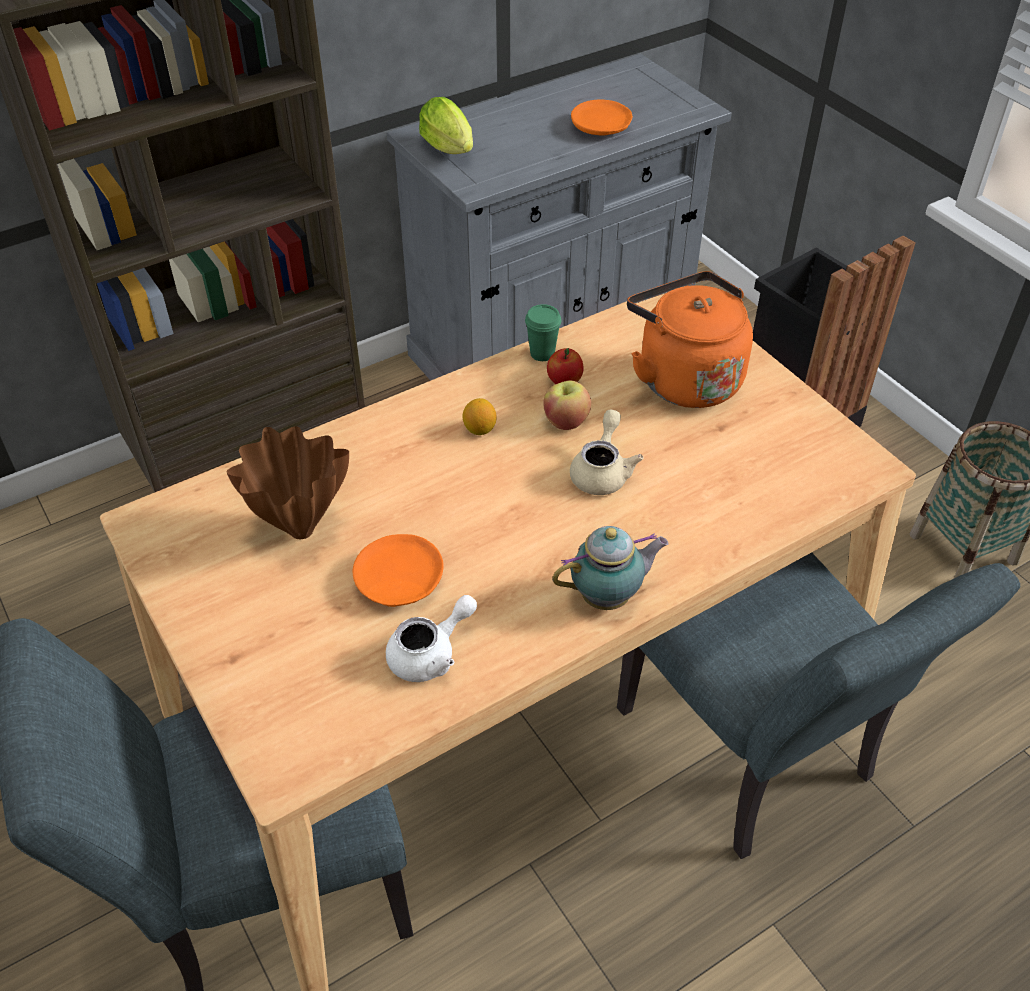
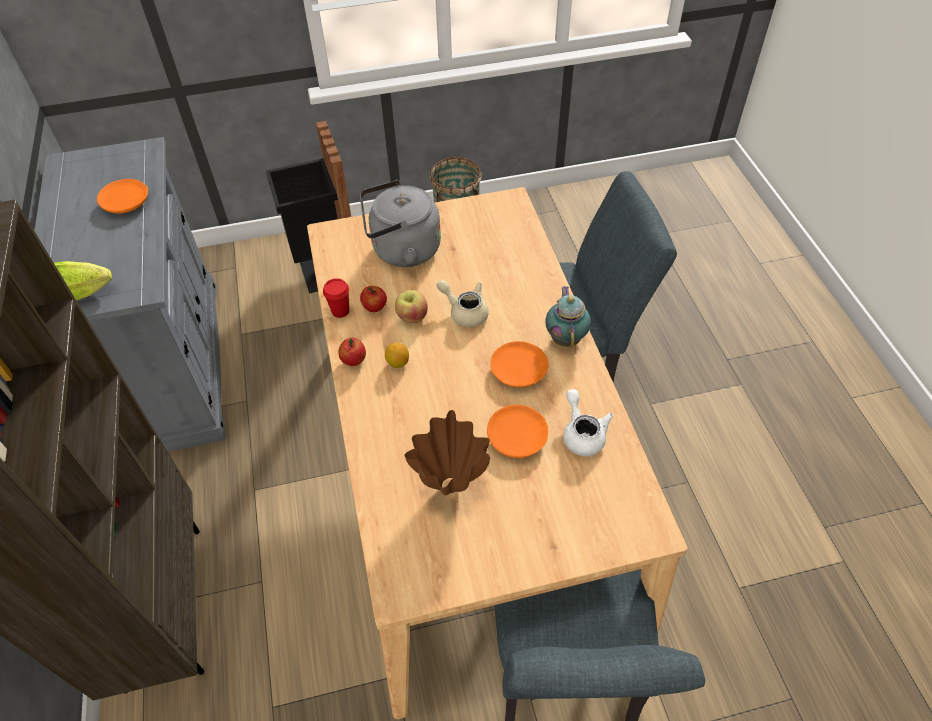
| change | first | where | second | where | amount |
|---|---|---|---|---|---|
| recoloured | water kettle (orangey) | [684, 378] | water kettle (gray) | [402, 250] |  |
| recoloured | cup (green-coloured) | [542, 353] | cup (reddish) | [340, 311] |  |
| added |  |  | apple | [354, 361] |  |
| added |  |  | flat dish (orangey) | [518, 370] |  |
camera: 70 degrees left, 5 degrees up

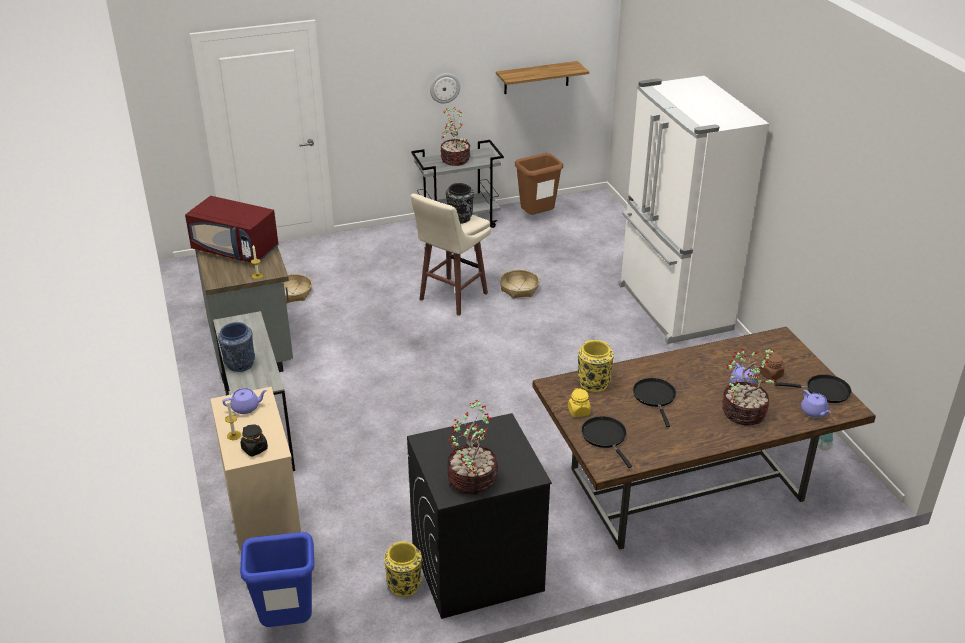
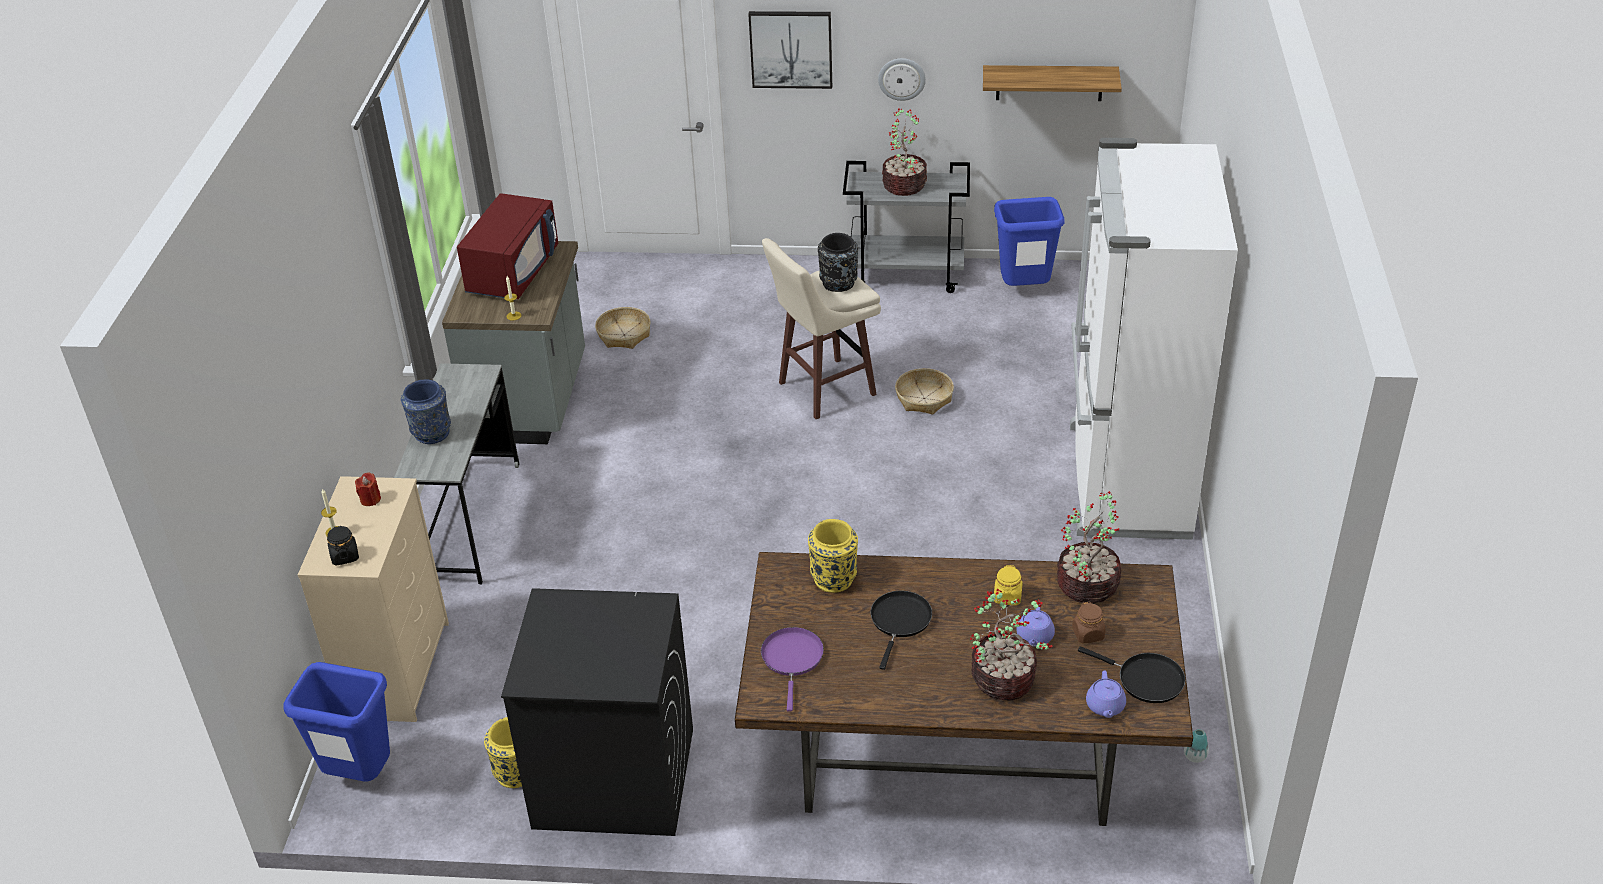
| change | first | where | second | where | amount |
|---|---|---|---|---|---|
| recoloured | rubbish bin (brown) | [536, 217] | rubbish bin (blue) | [1023, 290] |  |
| turned | microwave (reddish) | [236, 249] |  | [513, 272] | 120 degrees counterclockwise |
| replaced | tea pot (purple) | [246, 407] | wax candle (reddish) | [370, 499] |  |
| moved | jar (yellow-coloured) | [579, 411] |  | [1007, 597] |  |
| moved | potted plant | [472, 479] |  | [1088, 584] |  |
| recoloured | skillet (black) | [605, 437] | skillet (purple) | [792, 659] |  |
| added |  |  | picture | [791, 49] |  |
camera: 25 degrees right, 5 degrees up

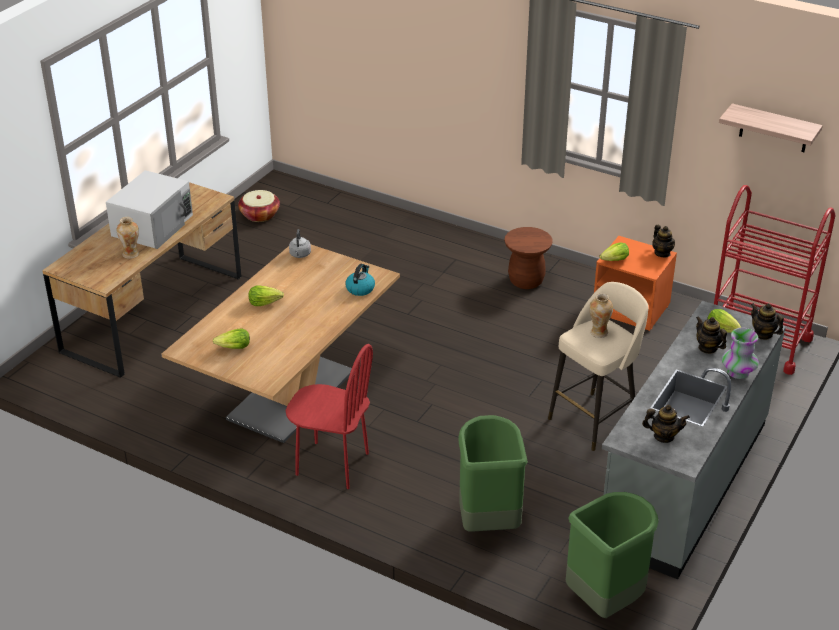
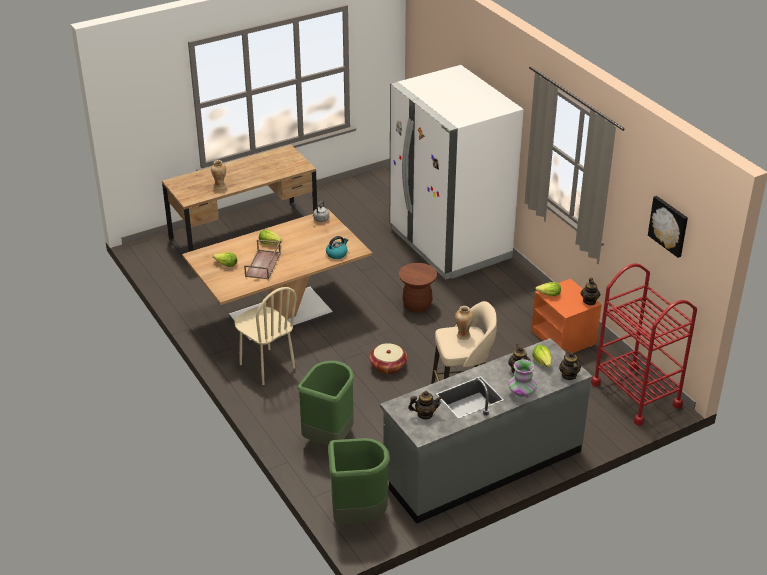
| change | first | where | second | where | amount |
|---|---|---|---|---|---|
| replaced | shelf | [774, 129] | picture | [669, 225] |  |
| removed | microwave (whitish) | [153, 225] |  |  |  |
| moved | basket | [259, 215] |  | [388, 366] |  |
| moved | stool (brown) | [526, 280] |  | [417, 305] |  |
| recoloured | plain chair (reddish) | [332, 464] | plain chair (beige) | [266, 366] |  |
| turned | tea pot | [663, 436] |  | [425, 414] | 45 degrees counterclockwise |
| added |  |  | fridge (whitish) | [449, 244] |  |
| added |  |  | serving tray (brown) | [263, 265] |  |
camera: 30 degrees right, 0 degrees up

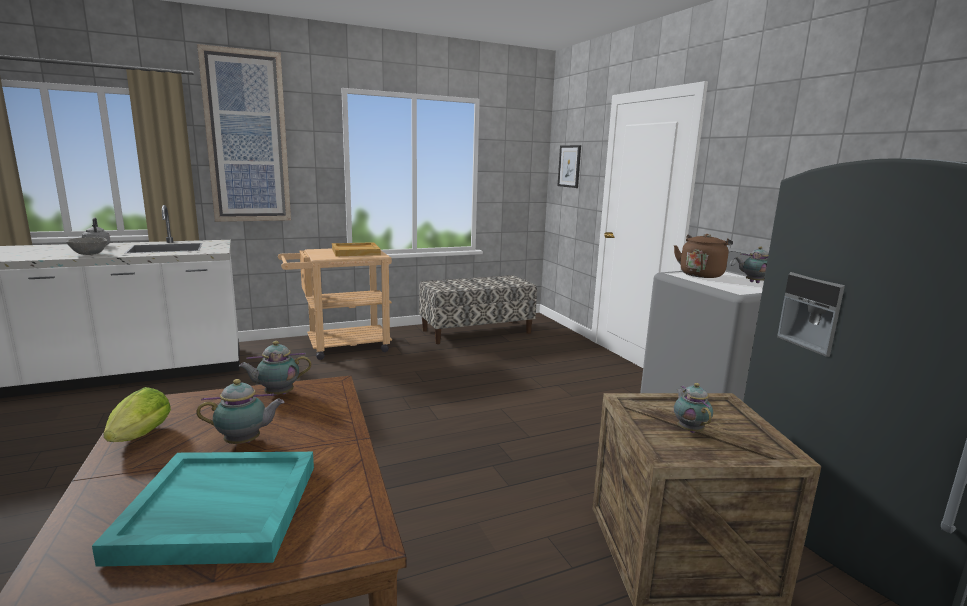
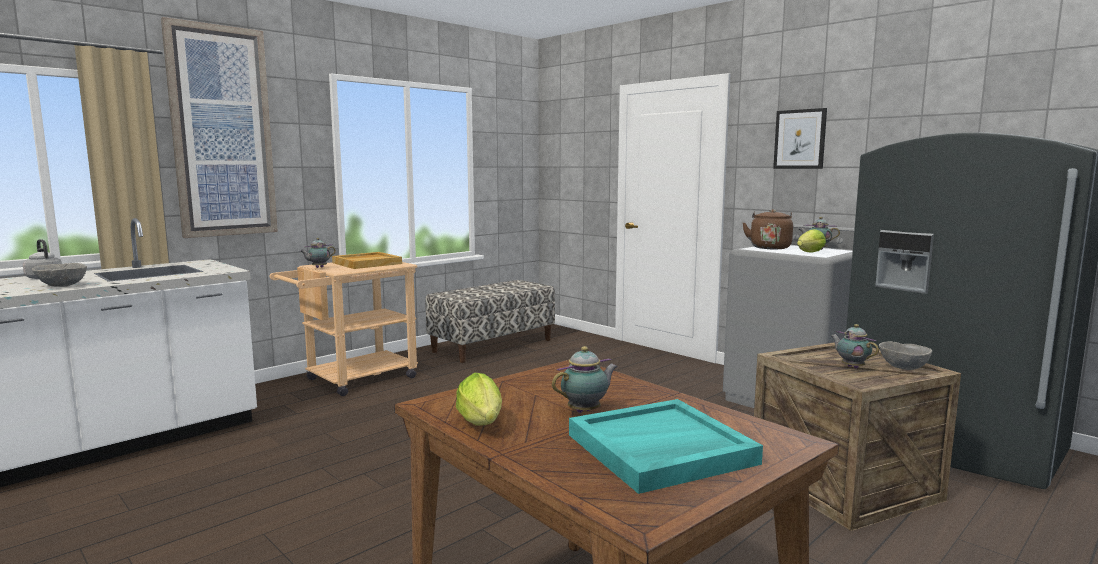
| change | first | where | second | where | amount |
|---|---|---|---|---|---|
| moved | picture | [569, 166] |  | [799, 139] |  |
| moved | tea pot | [277, 394] |  | [318, 267] |  |
| added |  |  | lettuce head | [809, 253] |  |
| added |  |  | serving bowl (gray) | [902, 368] |  |
camera: 20 degrees left, 5 degrees down

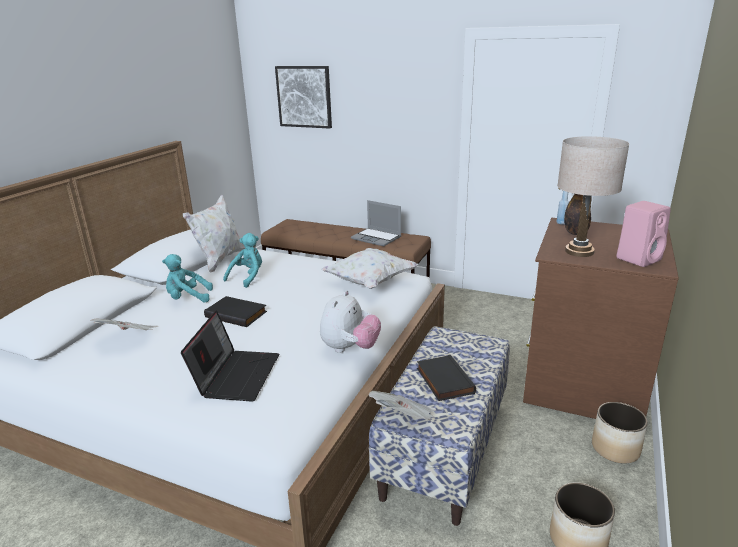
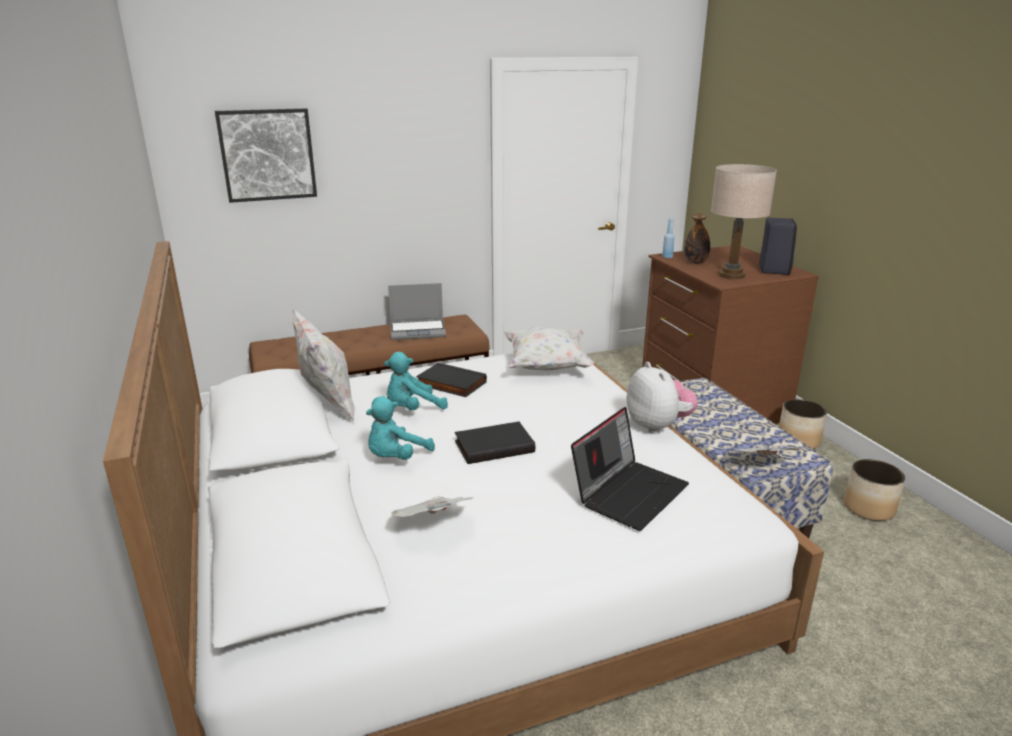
| change | first | where | second | where | amount |
|---|---|---|---|---|---|
| recoloured | speaker (pinkish) | [639, 258] | speaker (black) | [773, 269] |  |
| turned | plush toy (turquoise) | [248, 277] |  | [412, 409] | 105 degrees counterclockwise |
| turned | laptop | [236, 375] |  | [629, 492] | 75 degrees clockwise |
| moved | volume (black) | [443, 380] |  | [450, 384] |  |
camera: 45 degrees left, 0 degrees up

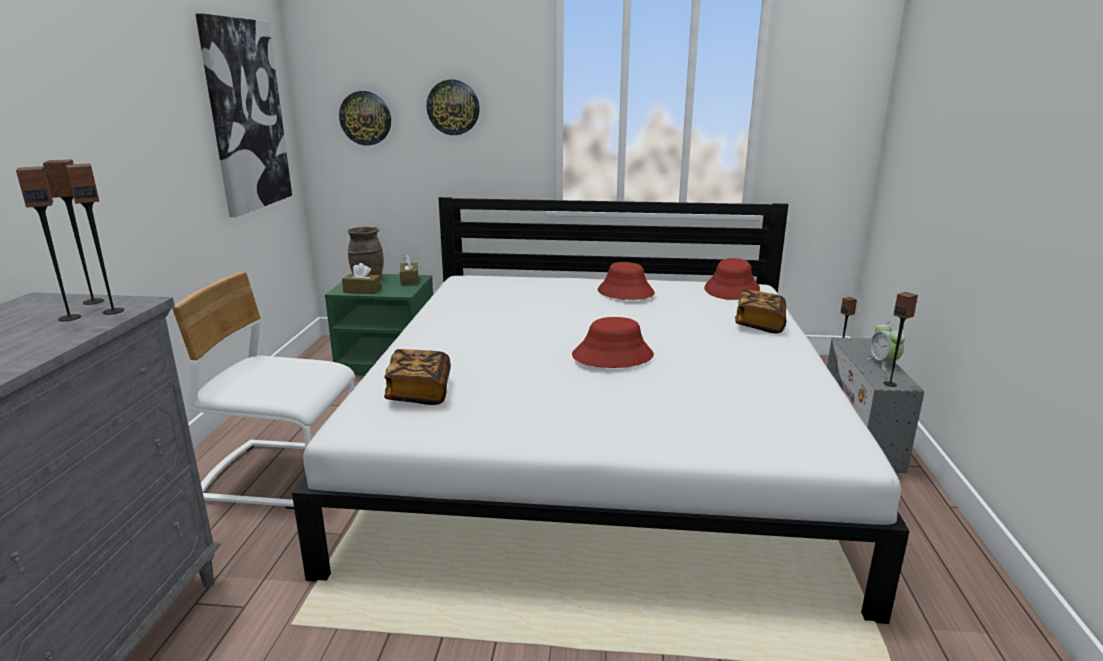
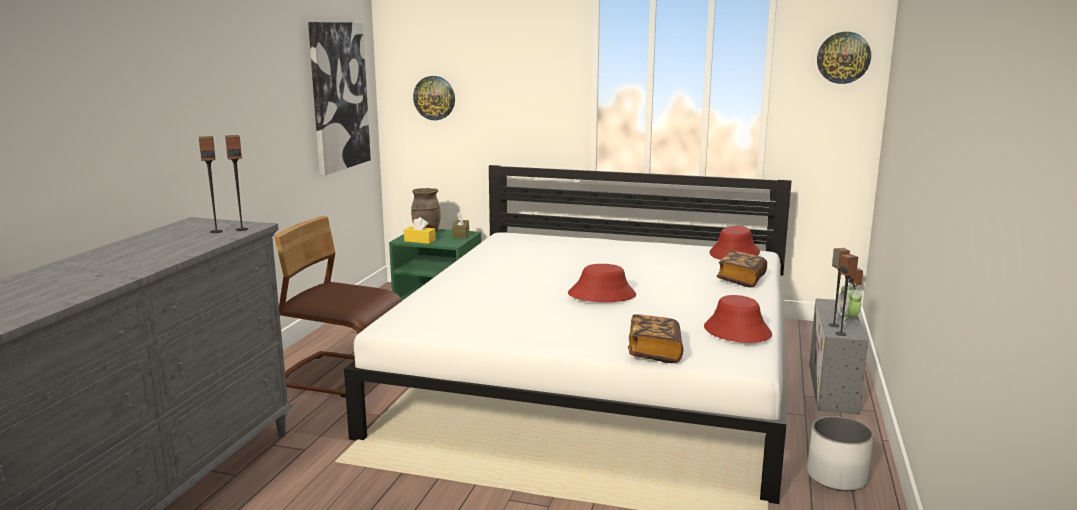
| change | first | where | second | where | amount |
|---|---|---|---|---|---|
| moved | wall clock | [453, 107] |  | [843, 57] |  |
| moved | speaker | [93, 302] |  | [833, 325] |  |
| moved | hat (reddish) | [625, 292] |  | [736, 331] |  |
| recoloured | tissue box (brown) | [362, 290] | tissue box (yellow-coloured) | [420, 240] |  |
| recoloured | plain chair (whitish) | [281, 474] | plain chair (brown) | [340, 375] |  |
| moved | volume | [419, 392] |  | [654, 352] |  |
| added |  |  | plant pot (whitish) | [837, 477] |  |
camera: 10 degrees right, 5 degrees down

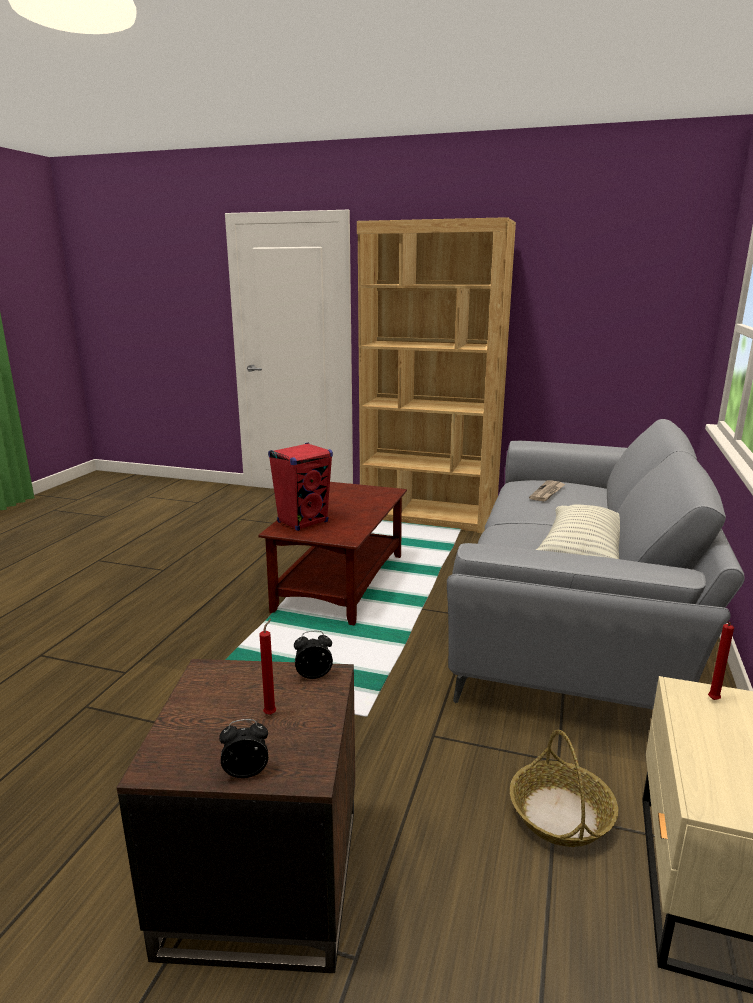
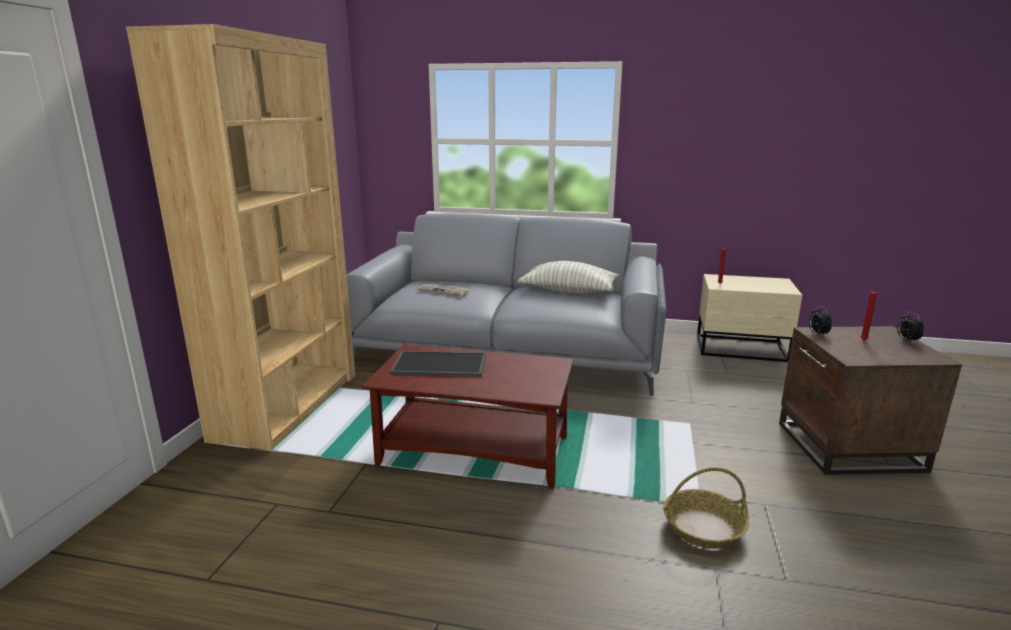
| change | first | where | second | where | amount |
|---|---|---|---|---|---|
| removed | speaker (reddish) | [303, 522] |  |  |  |
| moved | basket | [561, 815] |  | [703, 527] |  |
| added |  |  | serving tray | [438, 365] |  |
camera: 95 degrees left, 0 degrees up

